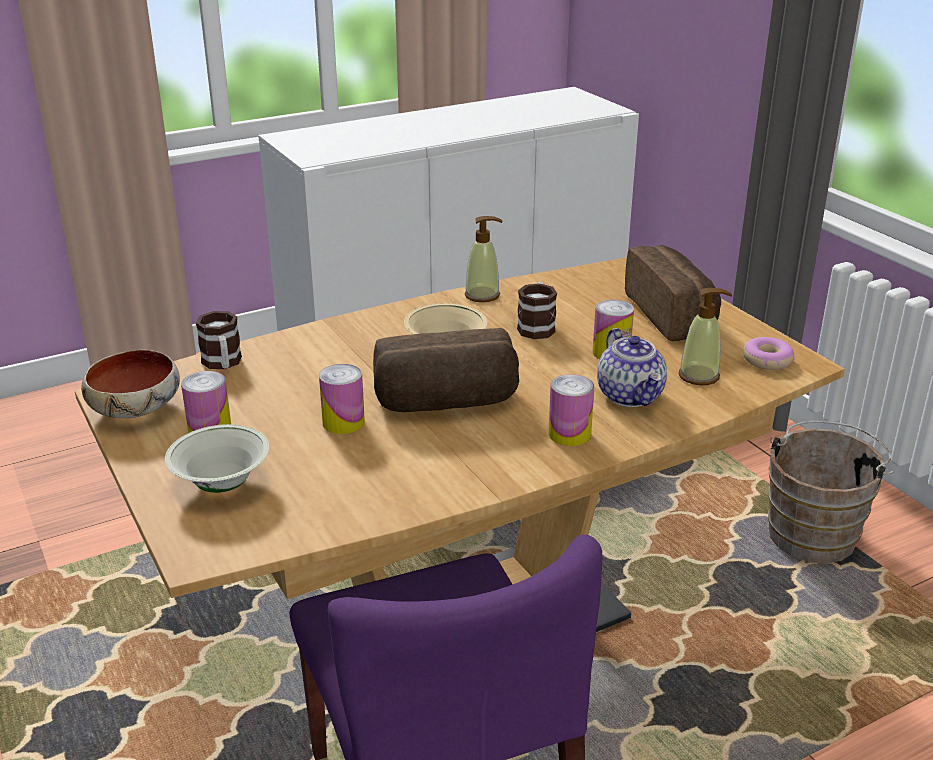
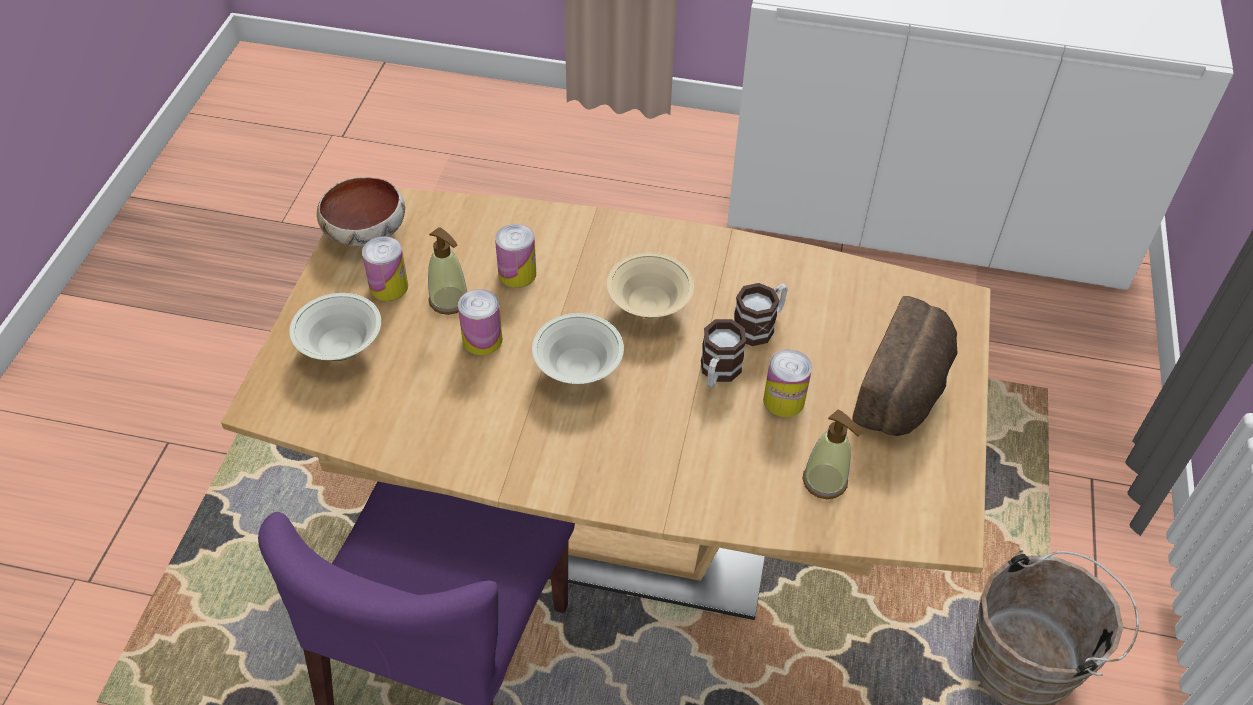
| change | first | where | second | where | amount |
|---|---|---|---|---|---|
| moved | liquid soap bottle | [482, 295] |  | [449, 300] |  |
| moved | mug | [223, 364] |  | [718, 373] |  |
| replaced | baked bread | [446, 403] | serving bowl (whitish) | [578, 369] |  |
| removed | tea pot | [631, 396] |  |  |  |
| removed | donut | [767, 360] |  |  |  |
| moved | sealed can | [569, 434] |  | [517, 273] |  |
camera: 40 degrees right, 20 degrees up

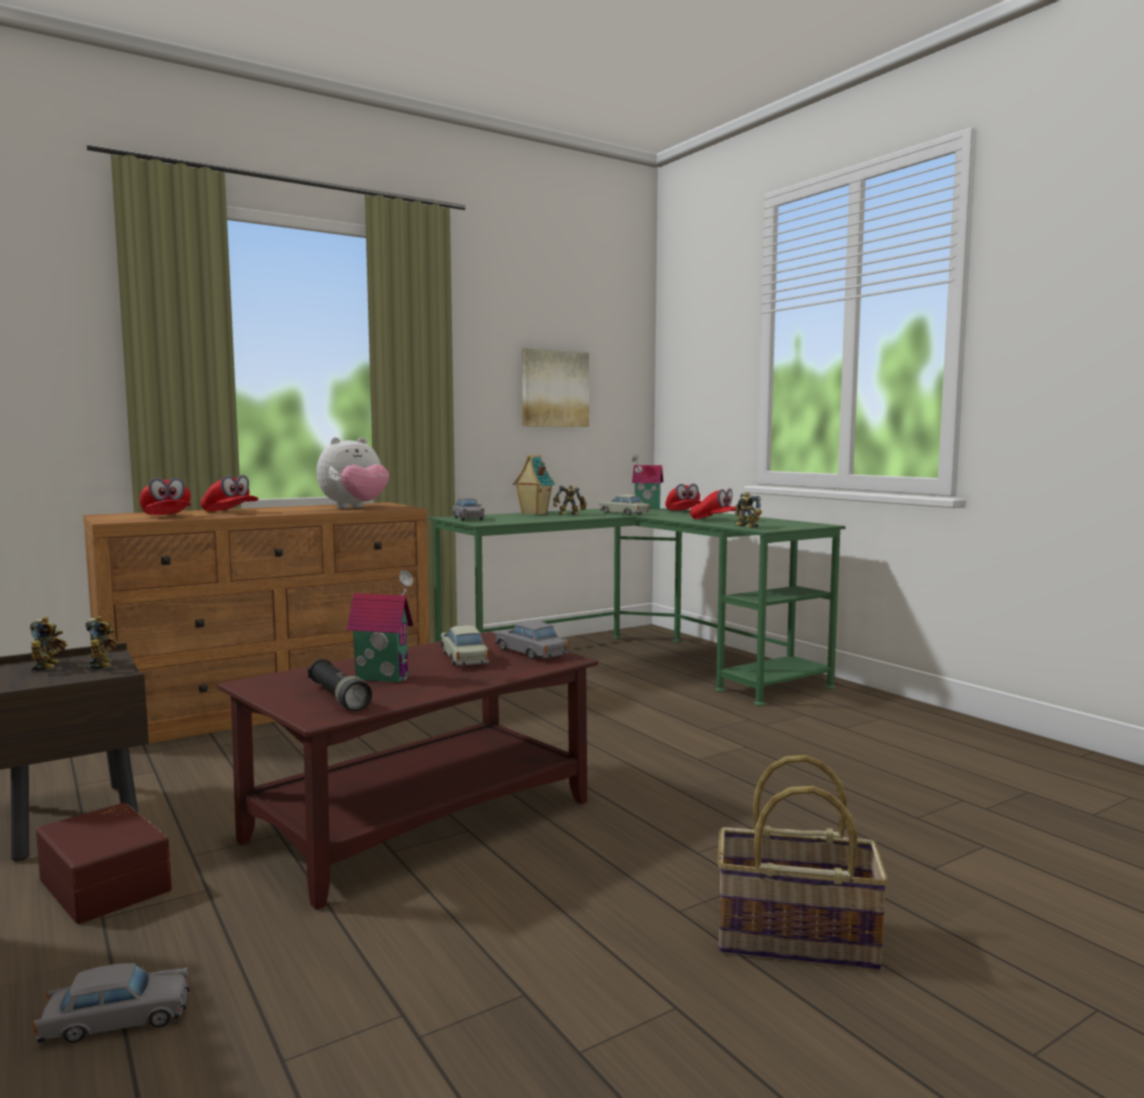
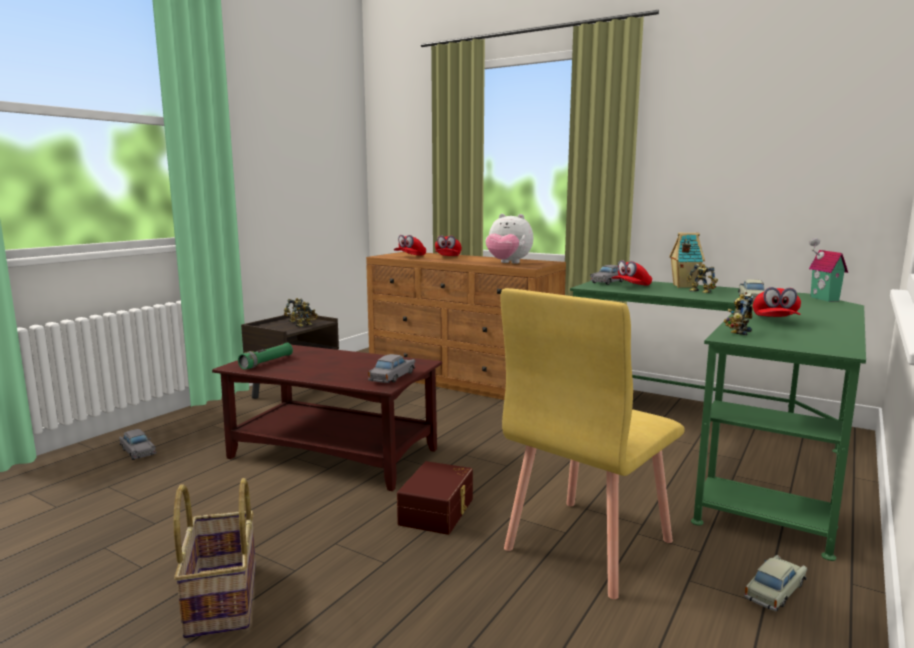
| change | first | where | second | where | amount |
|---|---|---|---|---|---|
| removed | picture | [554, 389] |  |  |  |
| moved | cap (reddish) | [683, 511] |  | [631, 286] |  |
| removed | miniature house | [384, 677] |  |  |  |
| moved | miniature car (beige) | [464, 658] |  | [774, 591] |  |
| recoloured | torch (black) | [339, 698] | torch (green-coloured) | [267, 363] |  |
| moved | storage container (brown) | [108, 883] |  | [438, 511] |  |
| added |  |  | plain chair (yellow-coloured) | [586, 545] |  |
camera: 65 degrees right, 5 degrees up

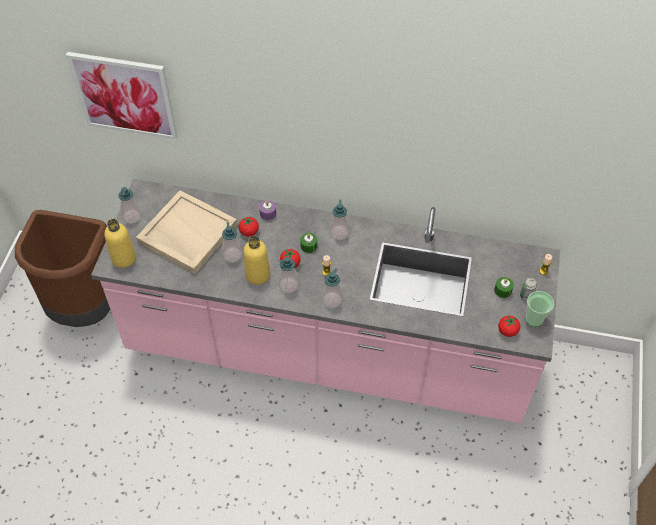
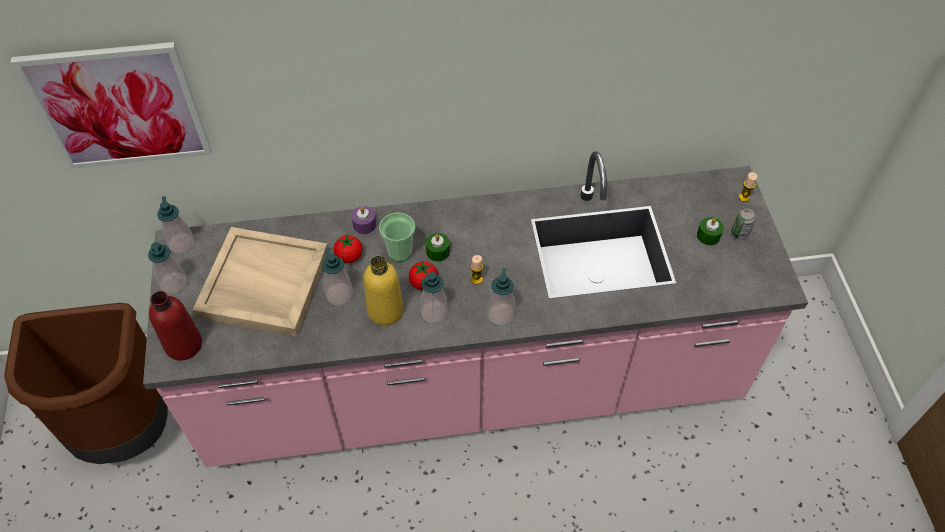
| change | first | where | second | where | amount |
|---|---|---|---|---|---|
| moved | liquid soap bottle | [339, 233] |  | [181, 244] |  |
| recoloured | drink bottle (yellow-coloured) | [123, 258] | drink bottle (reddish) | [183, 345] |  |
| moved | cup | [534, 319] |  | [400, 252] |  |
| removed | whole tomato | [507, 331] |  |  |  |
camera: 20 degrees left, 0 degrees up

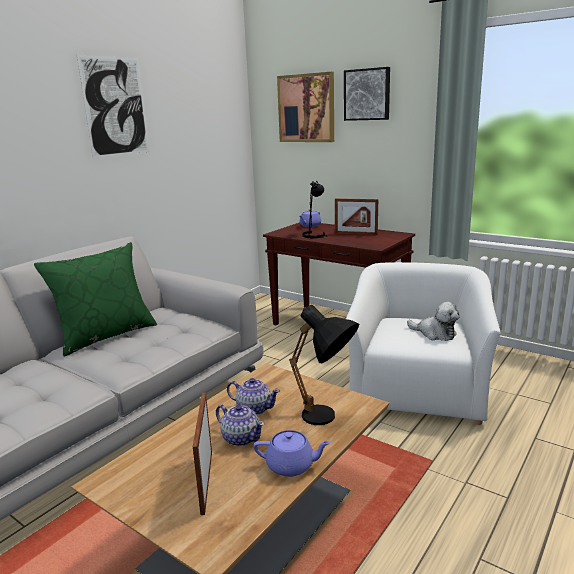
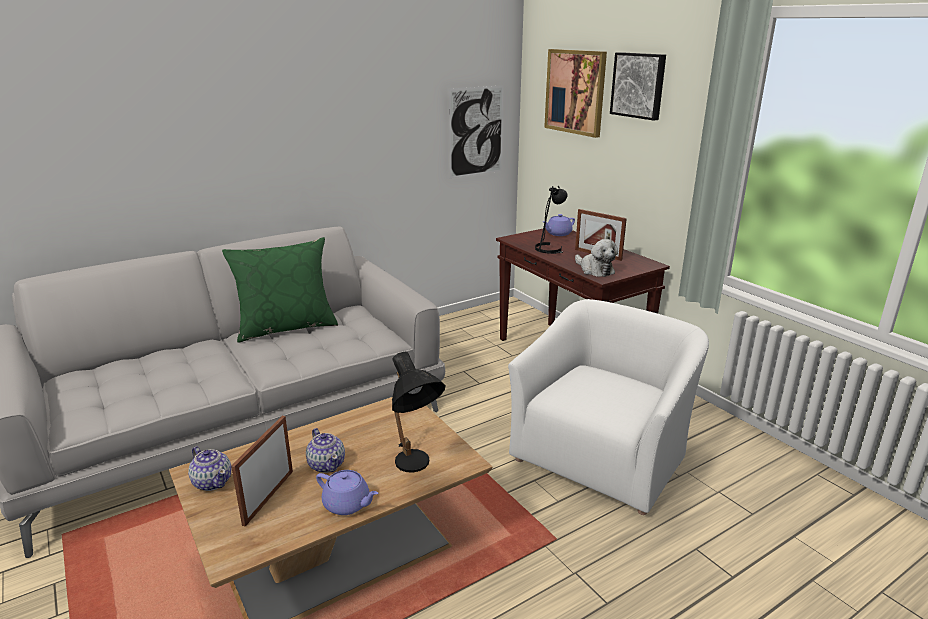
| change | first | where | second | where | amount |
|---|---|---|---|---|---|
| moved | picture | [115, 107] |  | [476, 131] |  |
| moved | plush toy | [435, 333] |  | [595, 270] |  |
| moved | tea pot | [254, 408] |  | [212, 482] |  |
camera: 20 degrees right, 5 degrees up

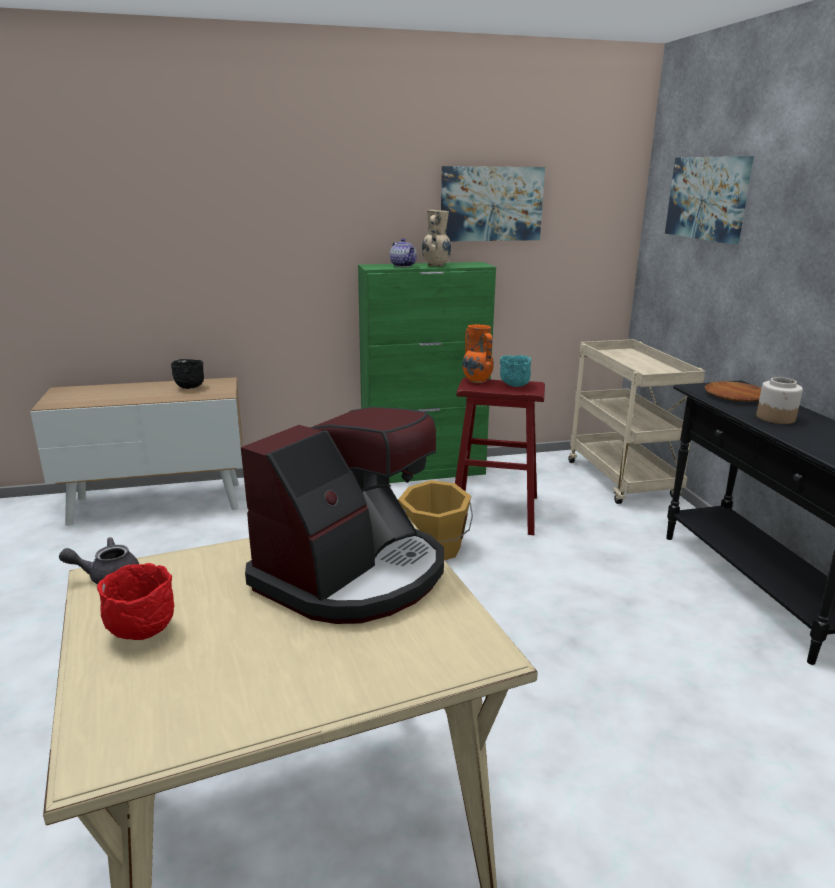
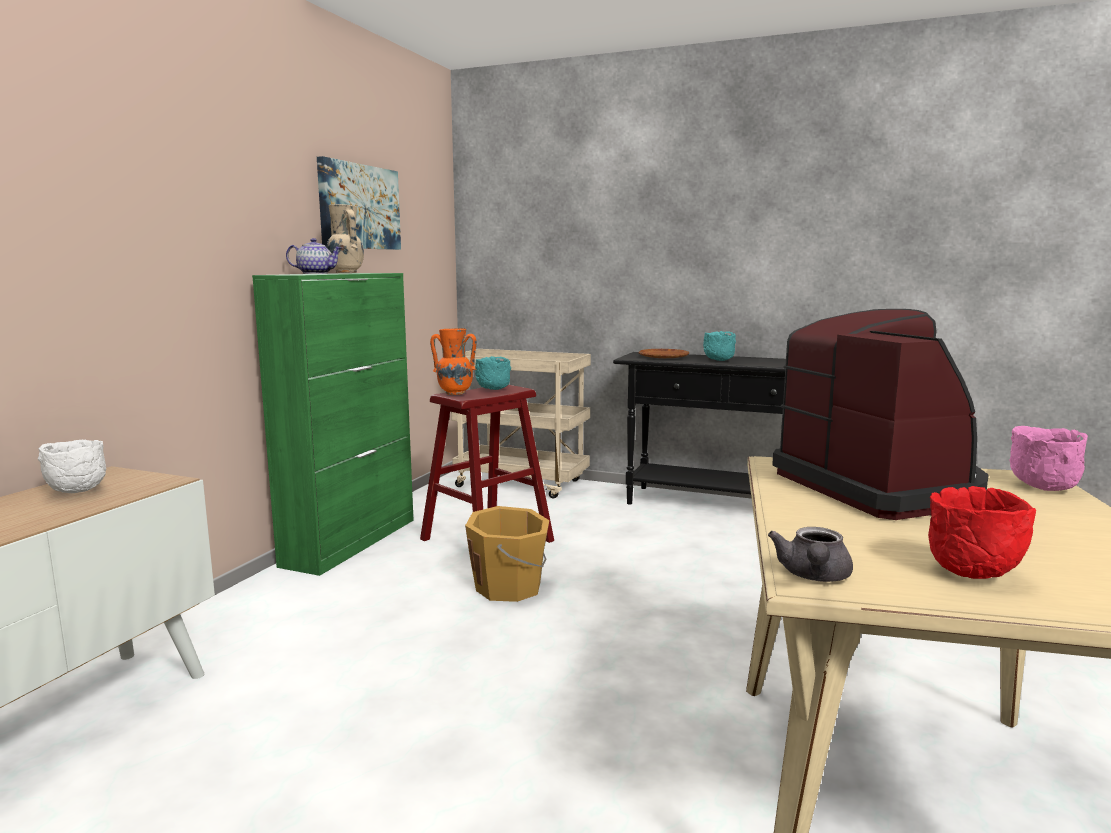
| change | first | where | second | where | amount |
|---|---|---|---|---|---|
| removed | picture | [708, 198] |  |  |  |
| recoloured | serving bowl (black) | [189, 388] | serving bowl (whitish) | [76, 492] |  |
| replaced | jar | [776, 418] | serving bowl (turquoise) | [718, 360] |  |
| added |  |  | serving bowl (pinkish) | [1043, 488] |  |
camera: 55 degrees left, 10 degrees down

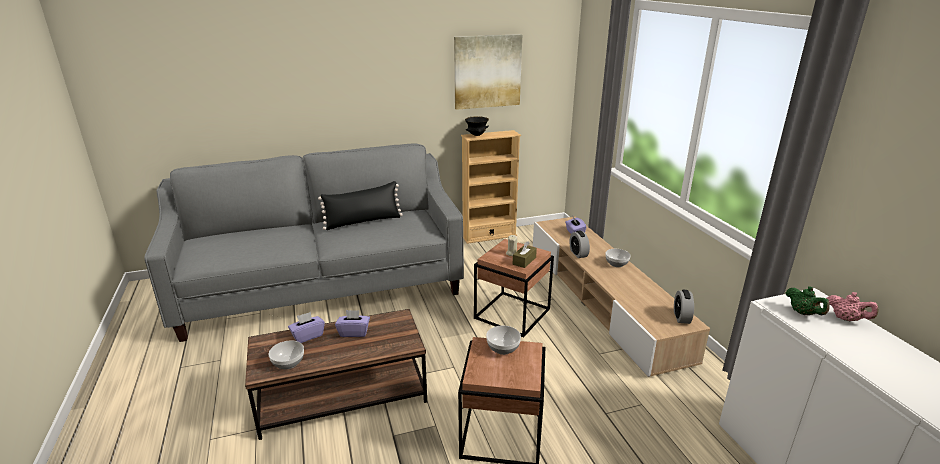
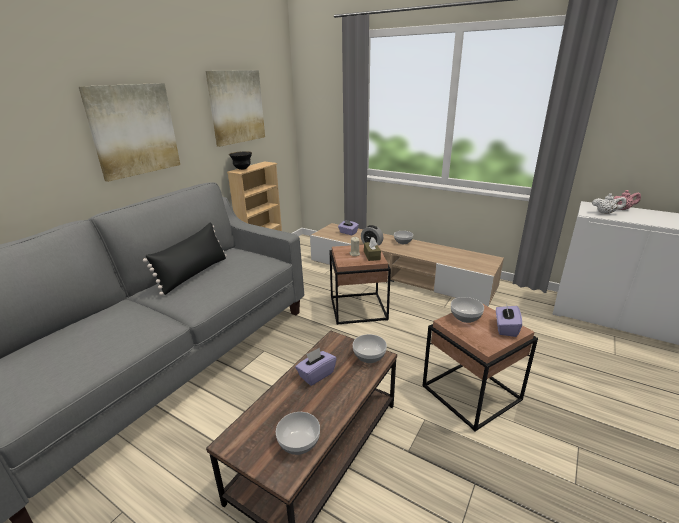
| change | first | where | second | where | amount |
|---|---|---|---|---|---|
| recoloured | tea pot (green-coloured) | [803, 313] | tea pot (whitish) | [605, 213] |  |
| removed | bedside clock | [681, 317] |  |  |  |
| moved | tissue box (purple) | [307, 336] |  | [505, 328] |  |
| added |  |  | picture | [134, 130] |  |
| added |  |  | serving bowl | [368, 356] |  |
camera: 40 degrees left, 0 degrees up

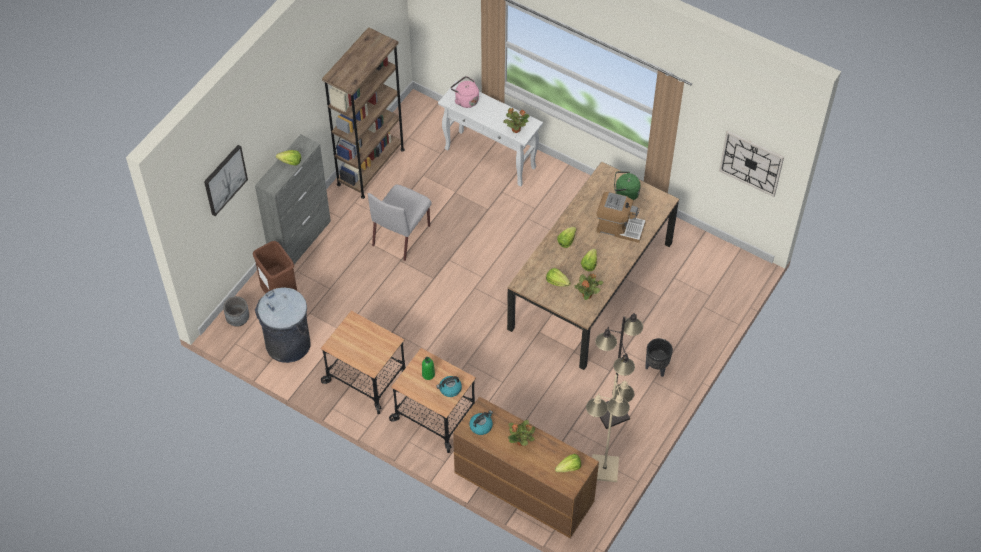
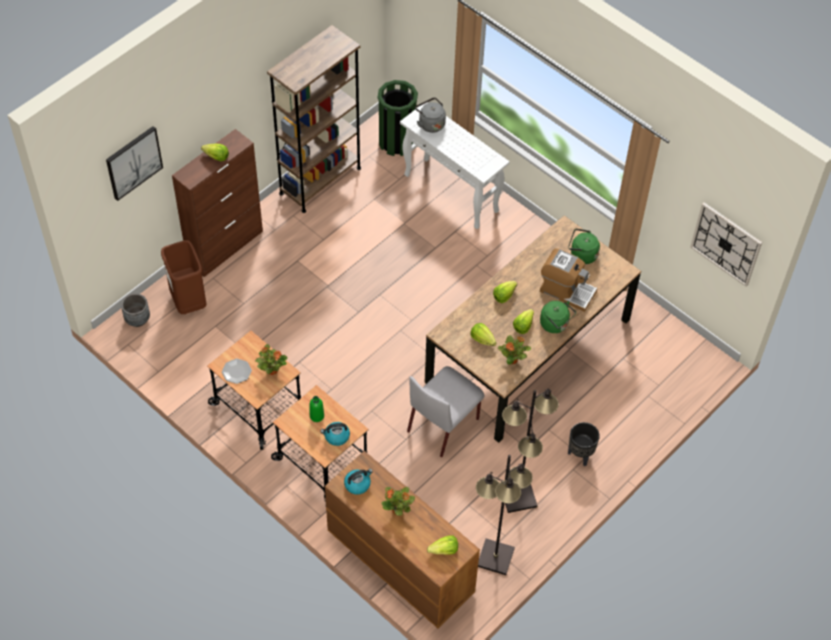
| change | first | where | second | where | amount |
|---|---|---|---|---|---|
| recoloured | water kettle (pinkish) | [465, 100] | water kettle (gray) | [430, 123] |  |
| moved | potted plant | [515, 129] |  | [272, 370] |  |
| recoloured | cabinet (gray) | [300, 241] | cabinet (brown) | [225, 246] |  |
| moved | plain chair (gray) | [401, 234] |  | [444, 424] |  |
| removed | rubbish bin (gray) | [288, 344] |  |  |  |
| recoloured | floor lamp (beige) | [604, 469] | floor lamp (black) | [495, 557] |  |
| added |  |  | rubbish bin (green-coloured) | [397, 142] |  |
| added |  |  | water kettle (green-coloured) | [555, 325] |  |
| added |  |  | flat dish | [236, 371] |  |
camera: 10 degrees right, 0 degrees up

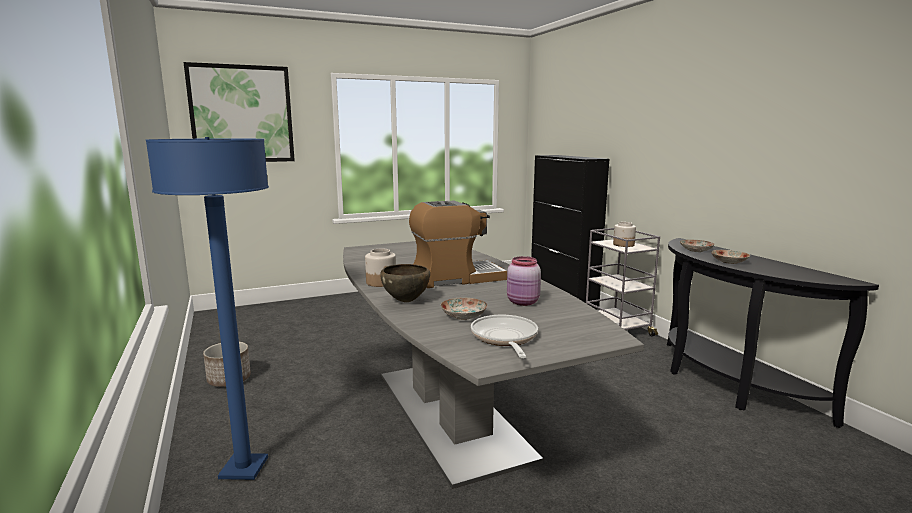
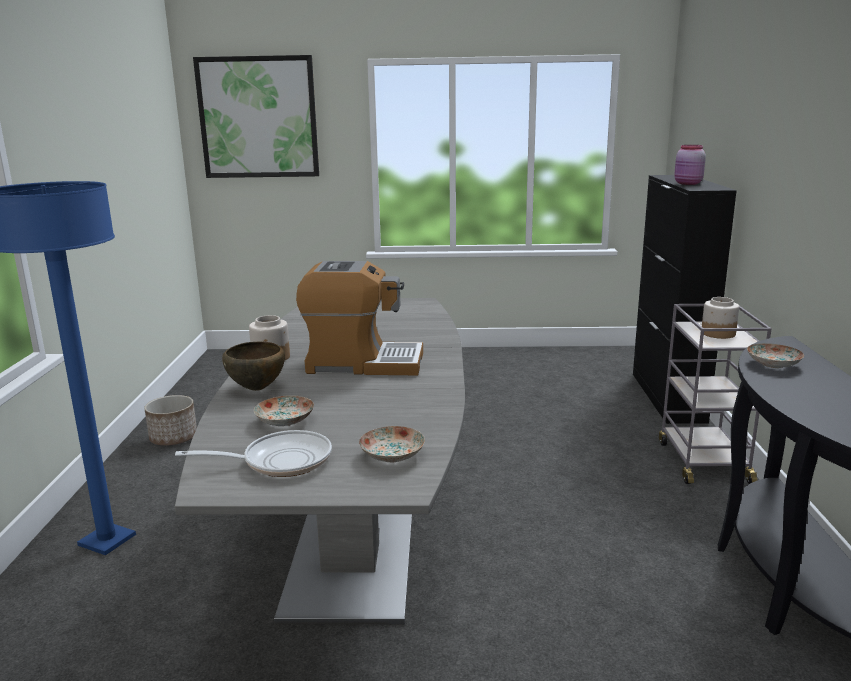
| change | first | where | second | where | amount |
|---|---|---|---|---|---|
| moved | flat dish | [728, 262] |  | [391, 455] |  |
| moved | jar (pinkish) | [523, 302] |  | [688, 183] |  |
| turned | skillet | [504, 338] |  | [279, 461] | 60 degrees clockwise |
camera: 25 degrees right, 5 degrees up

